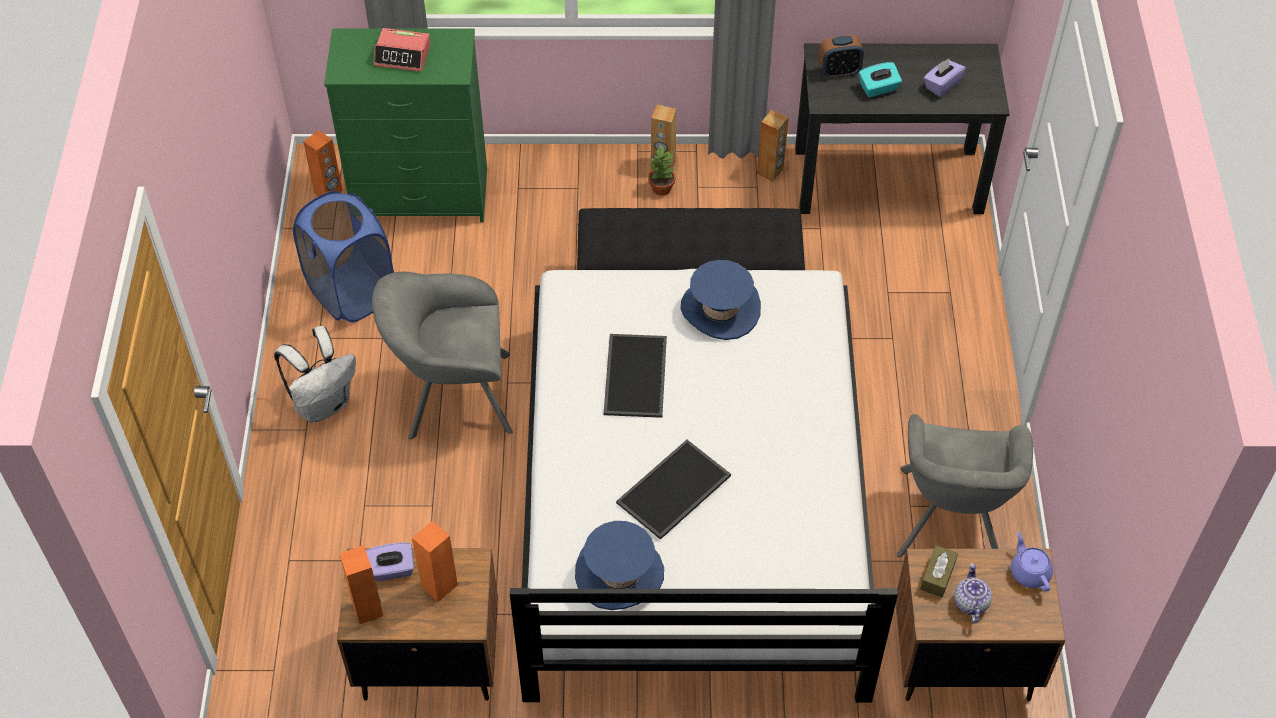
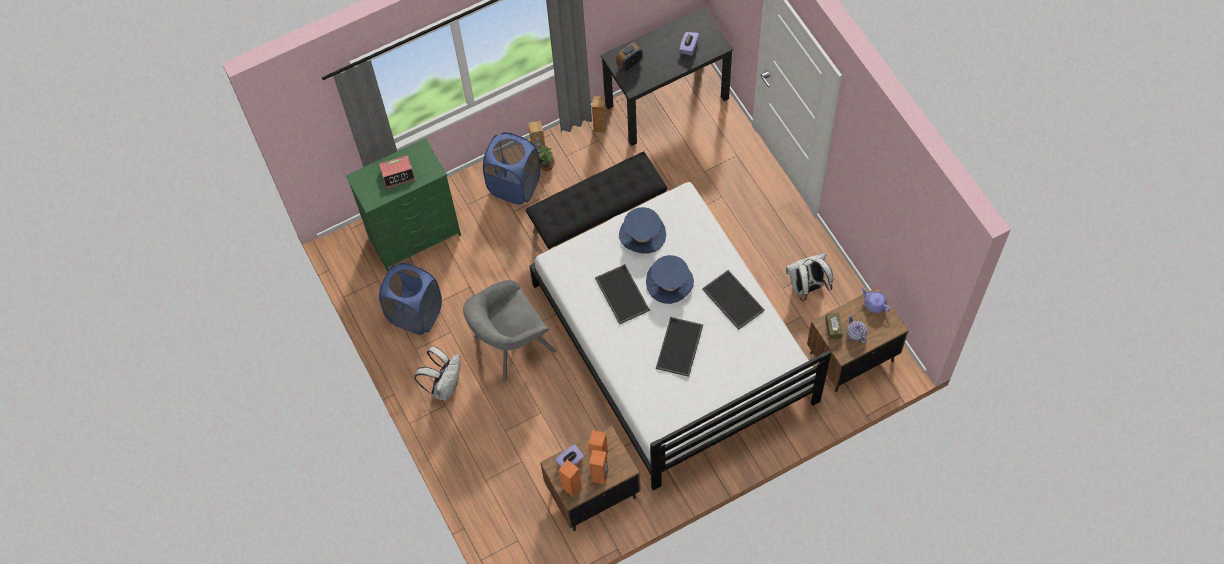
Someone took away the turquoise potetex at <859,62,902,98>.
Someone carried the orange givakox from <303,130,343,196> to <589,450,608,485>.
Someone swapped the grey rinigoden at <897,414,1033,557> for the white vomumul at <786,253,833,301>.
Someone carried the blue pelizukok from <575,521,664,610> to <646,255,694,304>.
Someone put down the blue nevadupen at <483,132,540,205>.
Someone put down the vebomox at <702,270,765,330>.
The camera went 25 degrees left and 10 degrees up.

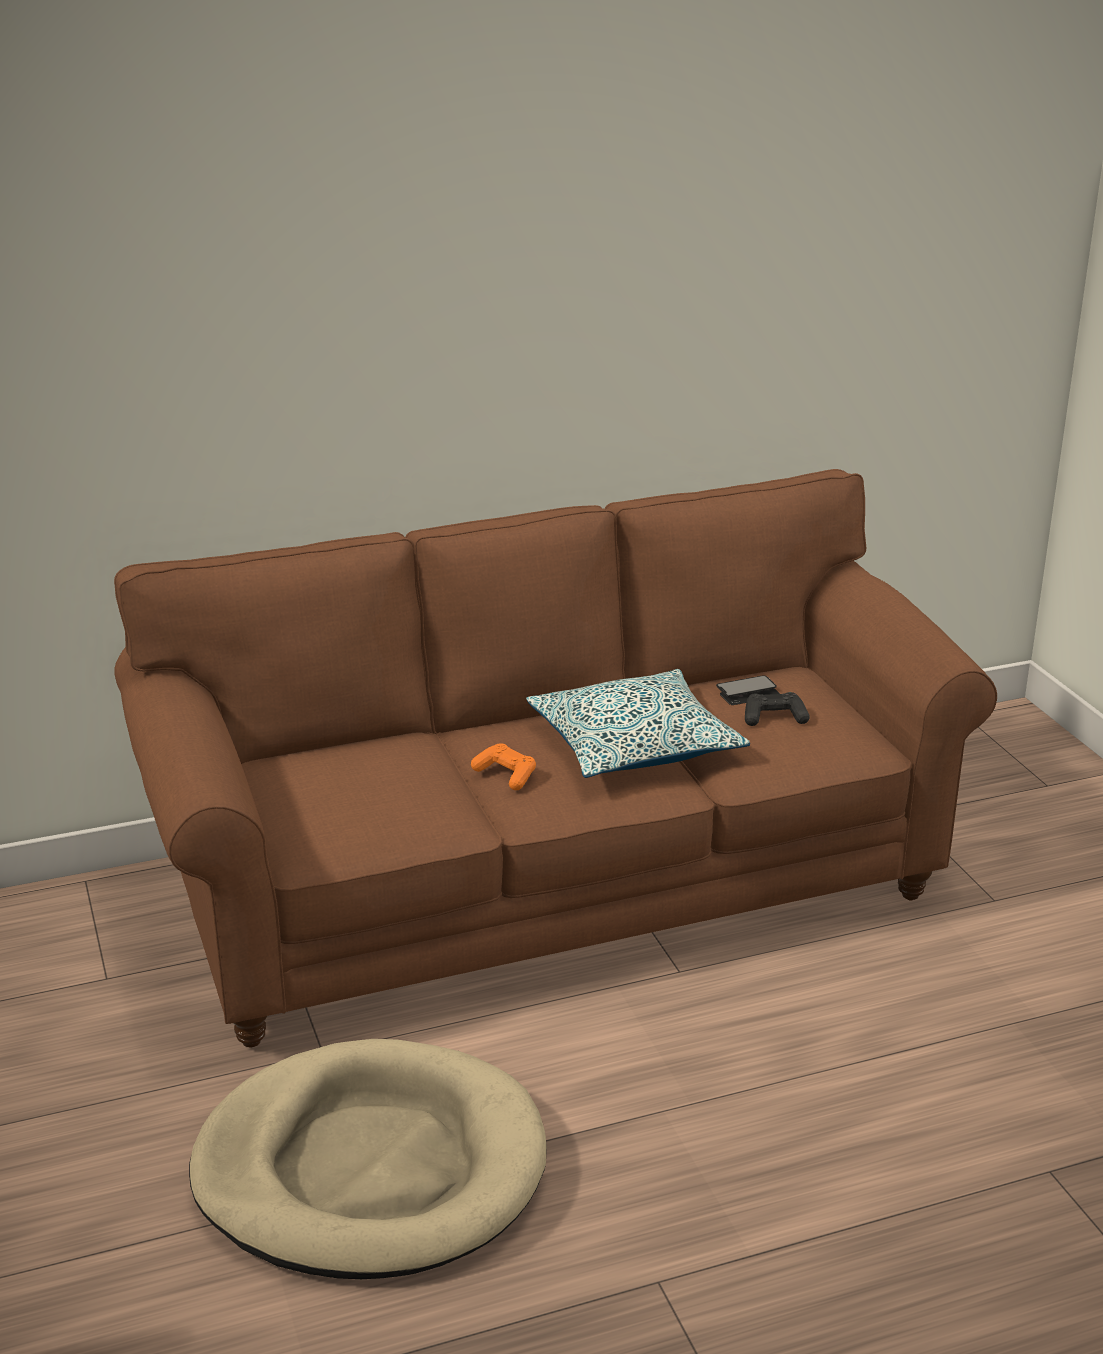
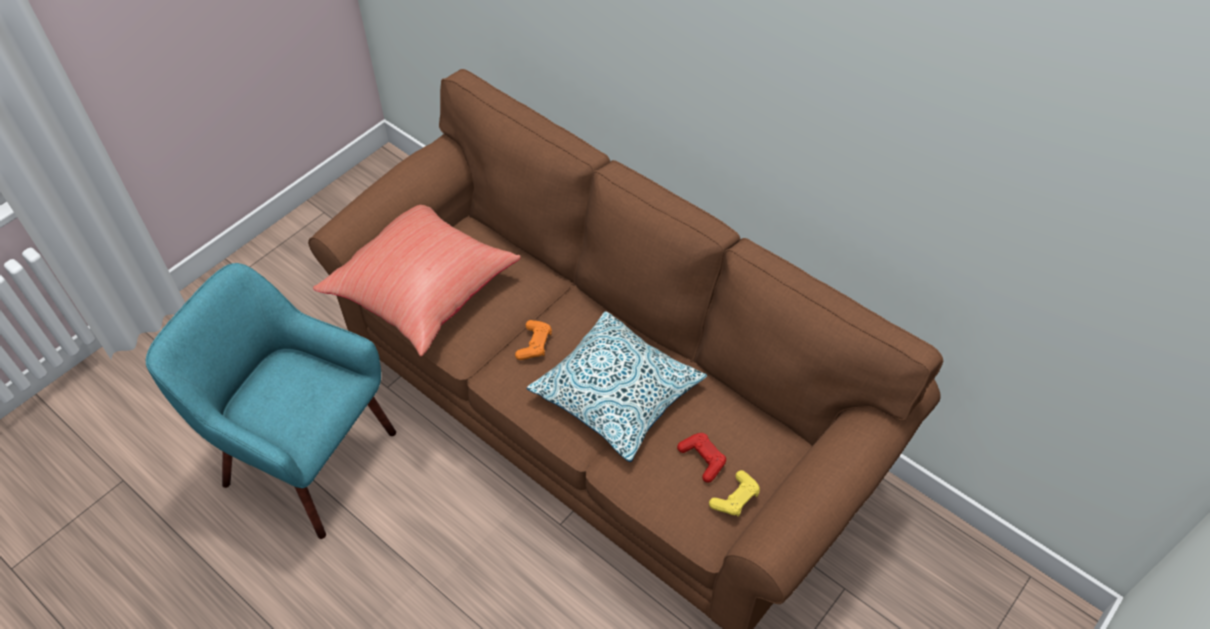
Someone took away the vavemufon at <716,675,780,705>.
Someone repainted the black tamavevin at <745,692,810,726>, which became the red tamavevin at <677,433,726,483>.
Someone swapped the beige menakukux at <189,1039,547,1279> for the turquoise rinigoden at <146,263,396,539>.
Someone put down the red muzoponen at <313,205,521,356>.
Someone put down the yellow tamavevin at <709,470,760,517>.
The camera went 60 degrees right and 25 degrees up.

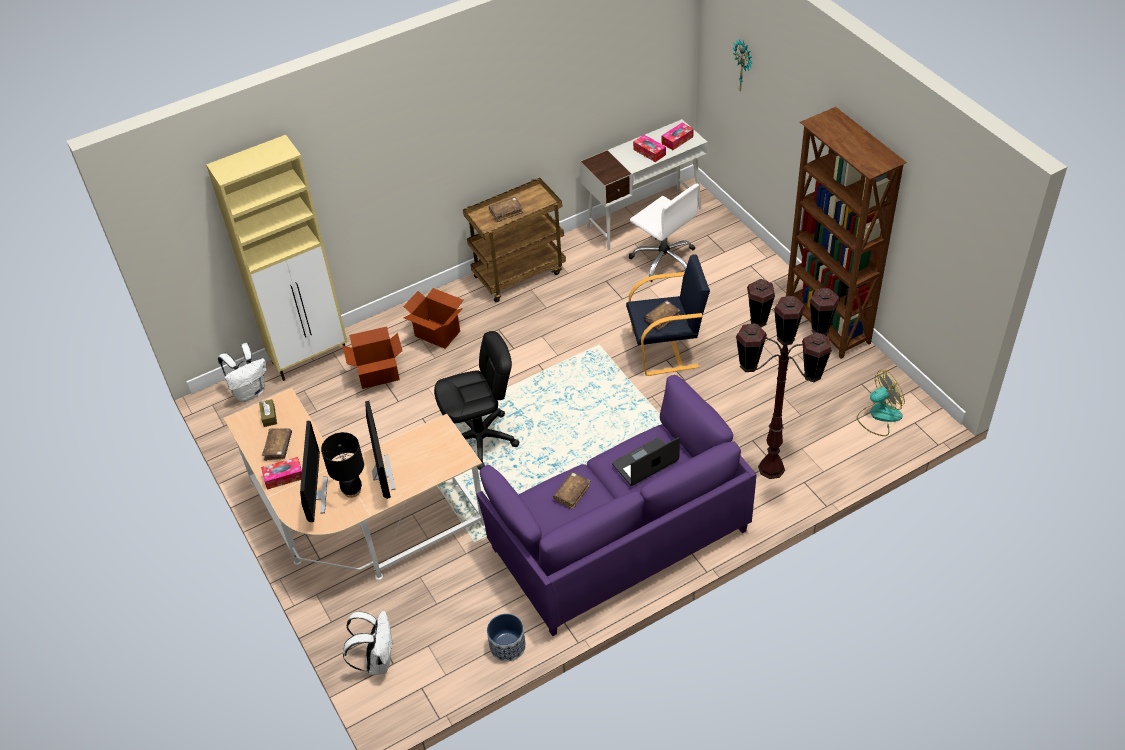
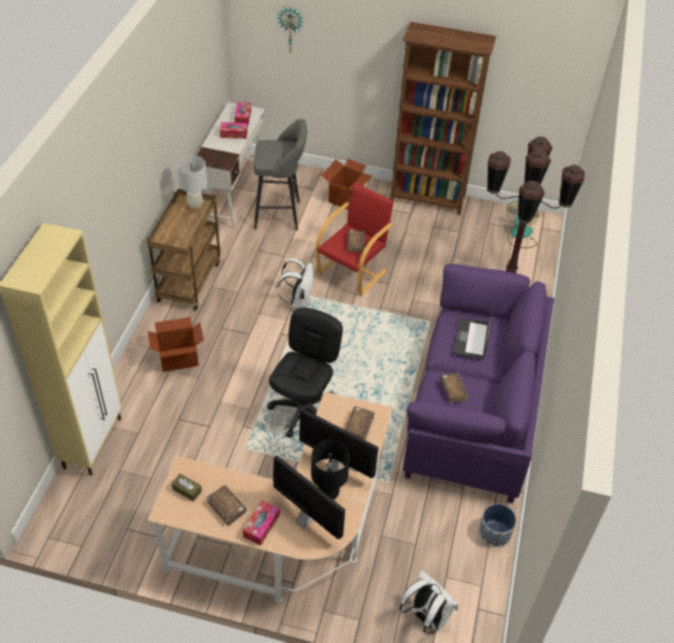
Someone swapped the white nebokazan at <629,183,699,282> for the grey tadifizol at <254,119,307,231>.
Someone carried the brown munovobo from <489,197,523,222> to <345,407,375,440>.
Someone repainted the black rinigoden at <626,255,710,376>, which became the red rinigoden at <316,183,394,296>.
Someone carried the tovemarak from <343,326,402,389> to <321,159,372,209>.
Someone carried the white vomumul from <218,343,266,402> to <277,258,313,309>.
Someone put down the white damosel at <177,155,207,210>.
The camera went 50 degrees left and 0 degrees up.

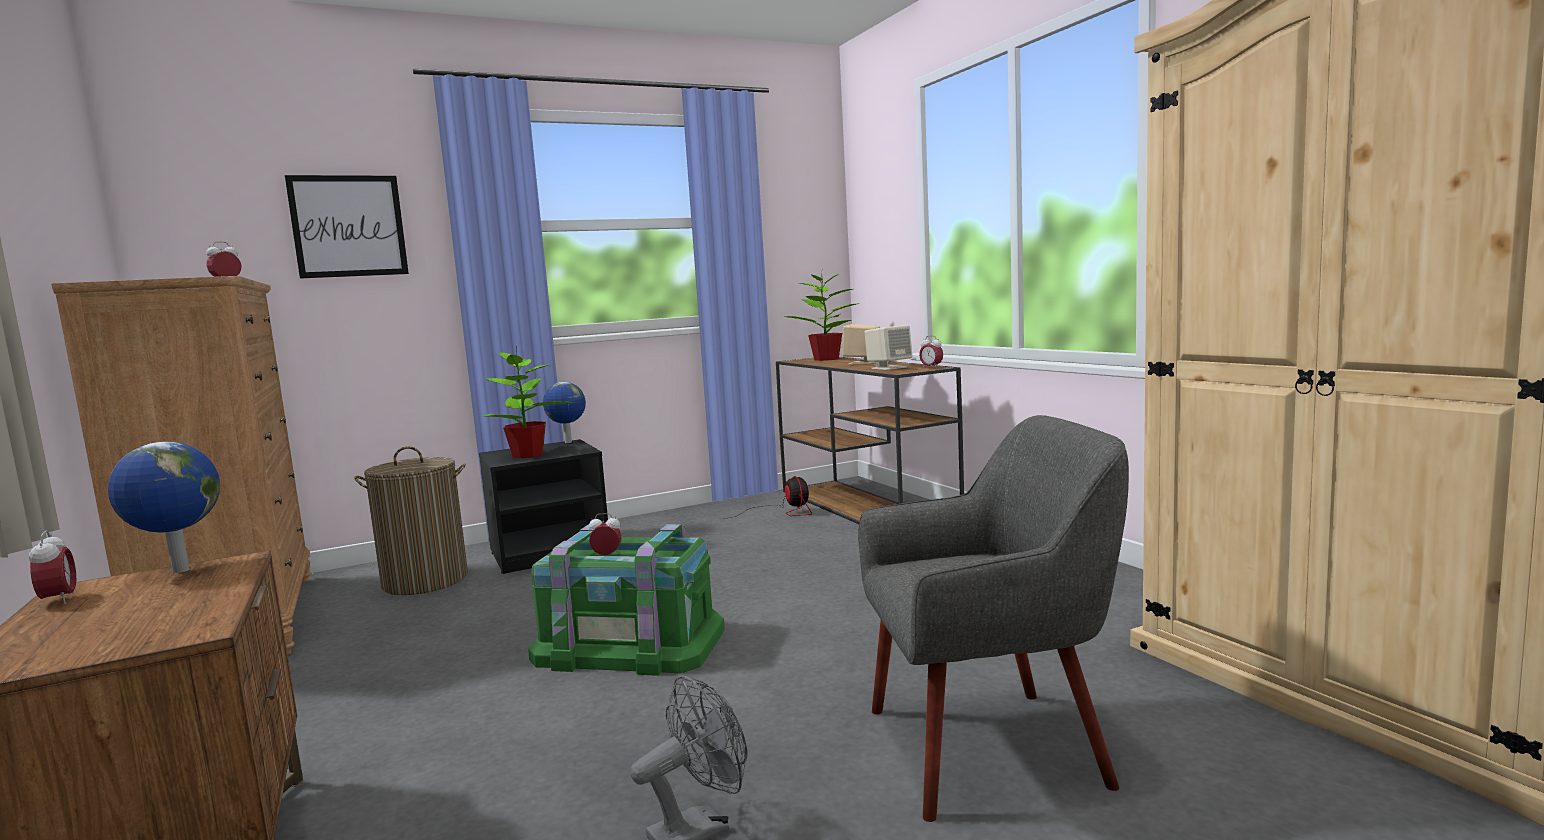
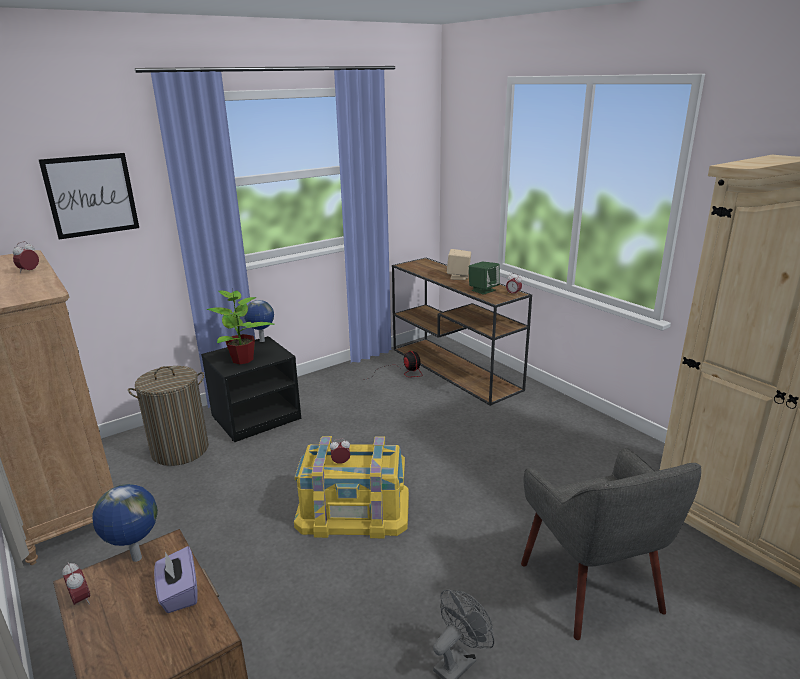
Someone took away the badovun at <784,272,856,361>.
Someone repainted the beige givakox at <864,325,912,370>, which became the green givakox at <469,261,500,295>.
Someone rotated the grey rinigoden at <858,415,1129,822> by 90 degrees clockwise.
Someone repainted the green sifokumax at <528,524,725,676>, which became the yellow sifokumax at <294,436,409,538>.
Someone put down the purple potetex at <154,546,198,613>.
The camera went 10 degrees left and 15 degrees up.

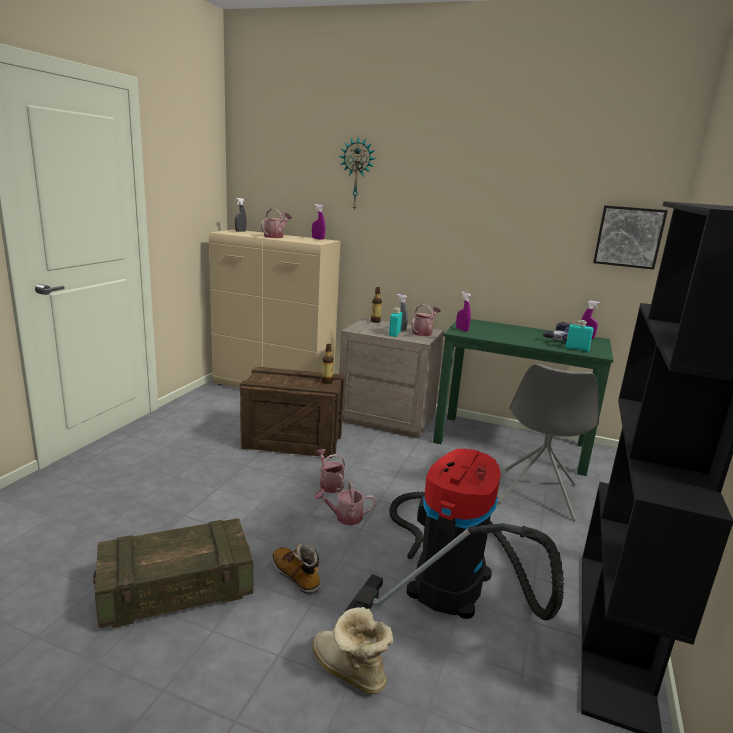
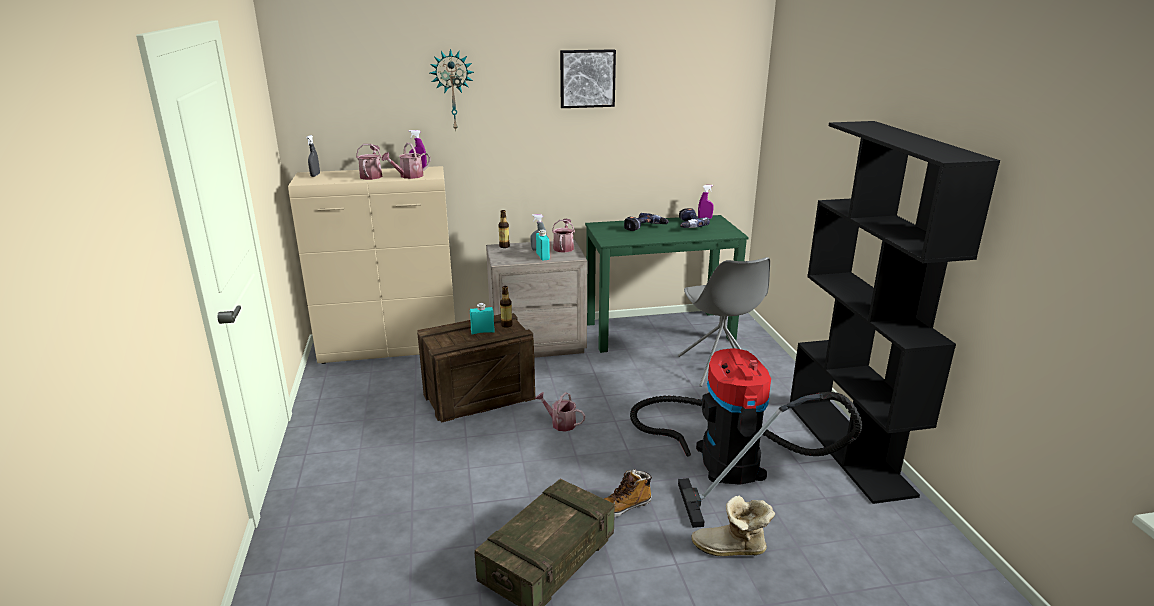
Someone carried the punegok from <593,205,668,270> to <560,49,616,108>.
Someone took away the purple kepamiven at <456,292,471,332>.
Someone carried the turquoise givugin from <566,320,593,352> to <470,303,495,334>.
Someone carried the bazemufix from <314,481,377,525> to <381,143,431,179>.
Someone rotated the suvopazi at <272,543,320,595> by 45 degrees counterclockwise.
Someone put down the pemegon at <624,213,669,231>.
The camera went 30 degrees left and 5 degrees up.

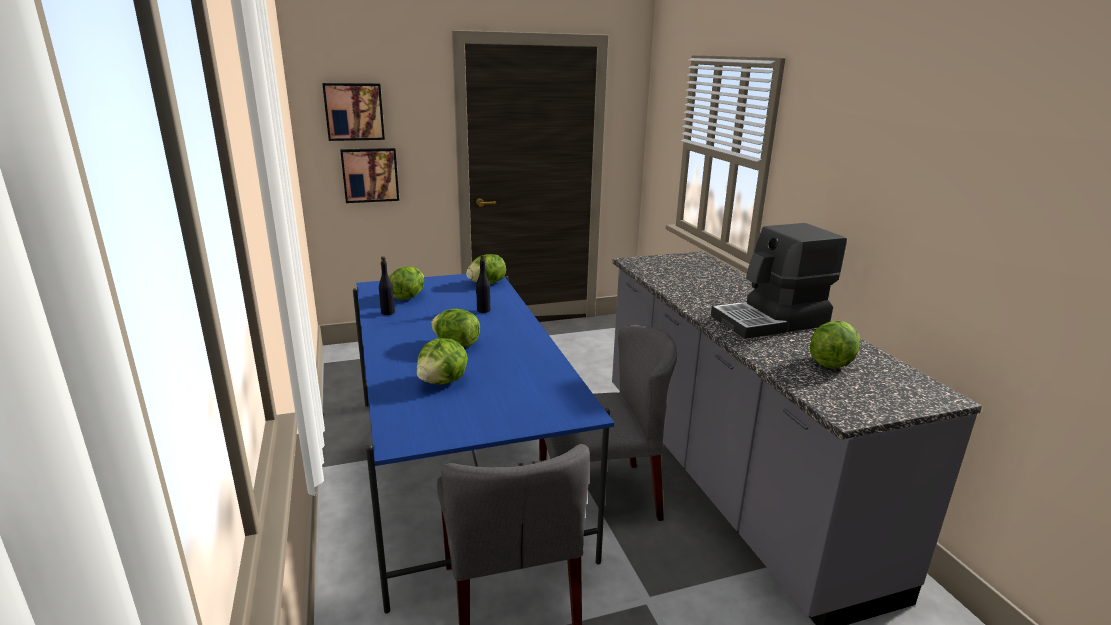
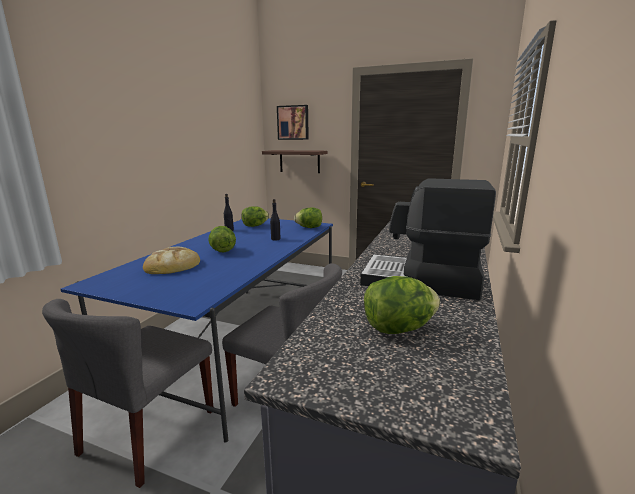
Someone swapped the punegok at <340,148,399,203> for the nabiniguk at <262,150,327,173>.
Someone swapped the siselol at <416,338,468,385> for the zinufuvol at <143,246,200,274>.
The camera went 40 degrees right and 5 degrees down.

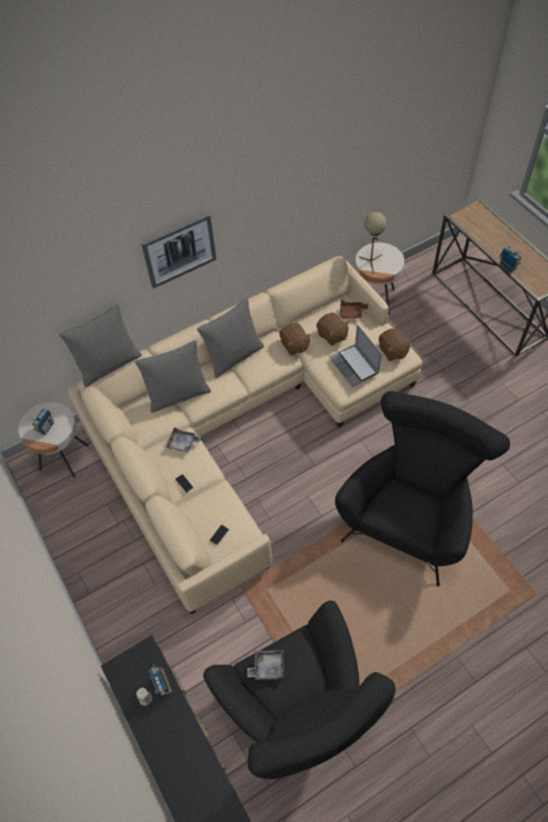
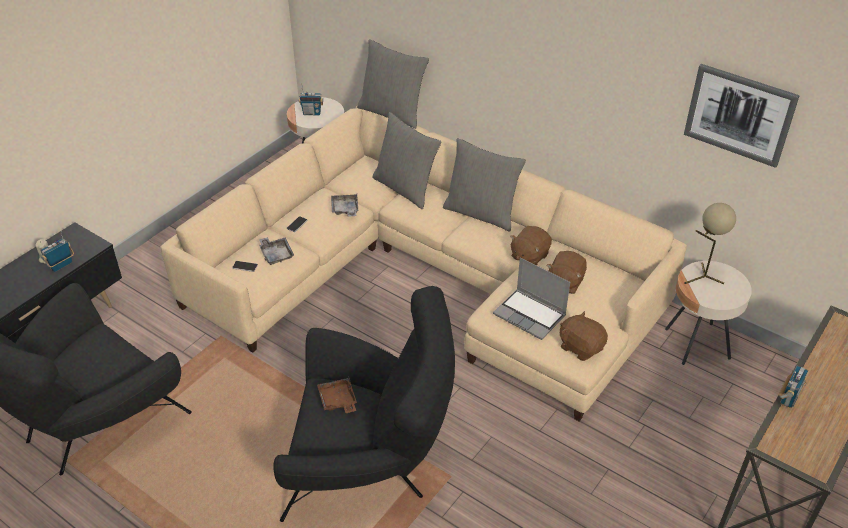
Someone carried the punegok from <141,213,217,289> to <684,64,800,168>.
Someone carried the brown vebomox from <340,300,368,318> to <317,376,357,413>.
Someone rotated the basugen at <329,324,382,387> by 90 degrees counterclockwise.
Someone rotated the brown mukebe at <379,329,412,361> by 90 degrees clockwise.
Someone carried the grey vebomox from <247,650,285,680> to <259,237,294,265>.
The camera went 65 degrees right and 15 degrees down.

